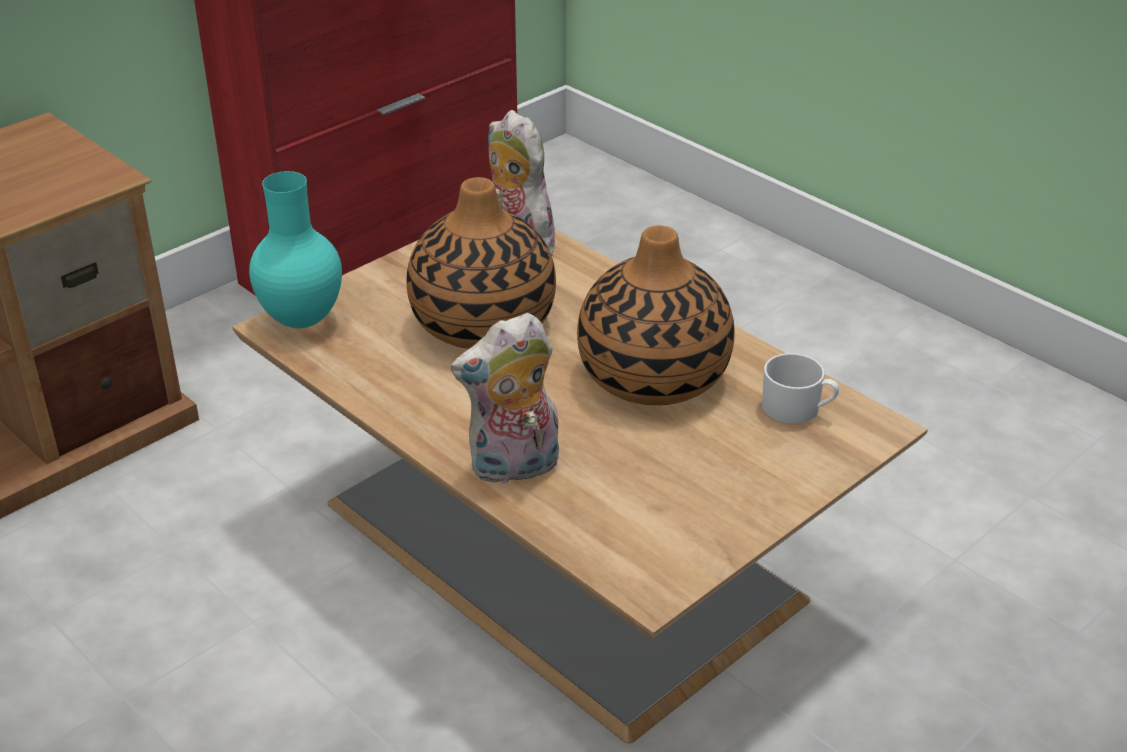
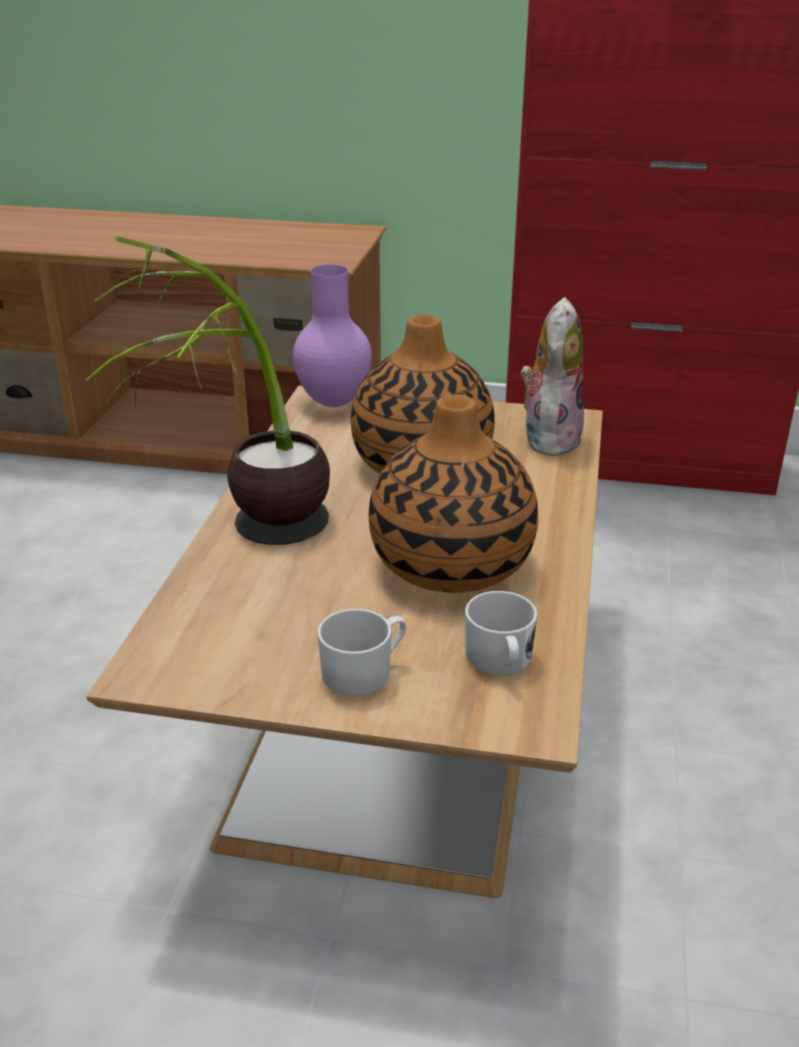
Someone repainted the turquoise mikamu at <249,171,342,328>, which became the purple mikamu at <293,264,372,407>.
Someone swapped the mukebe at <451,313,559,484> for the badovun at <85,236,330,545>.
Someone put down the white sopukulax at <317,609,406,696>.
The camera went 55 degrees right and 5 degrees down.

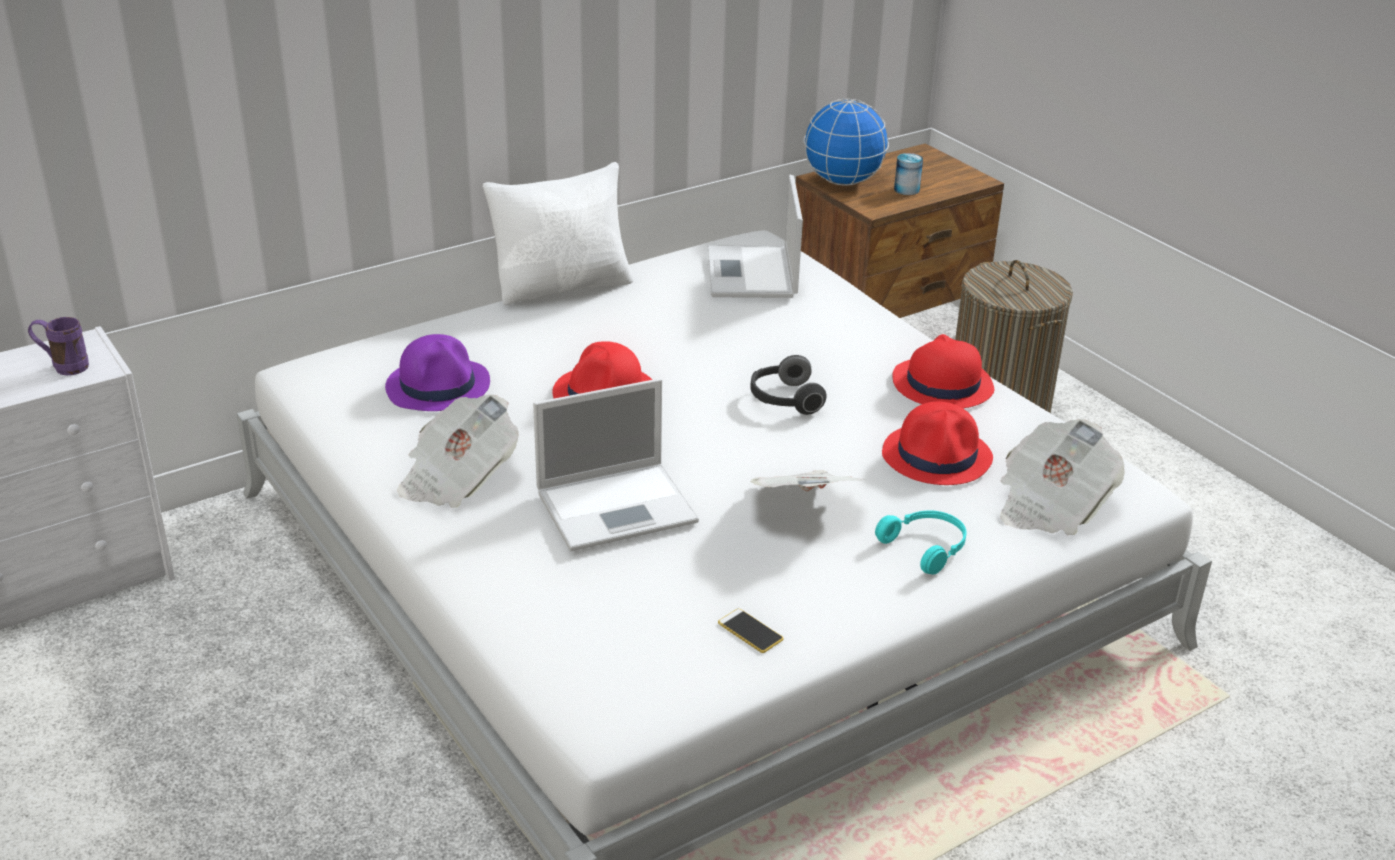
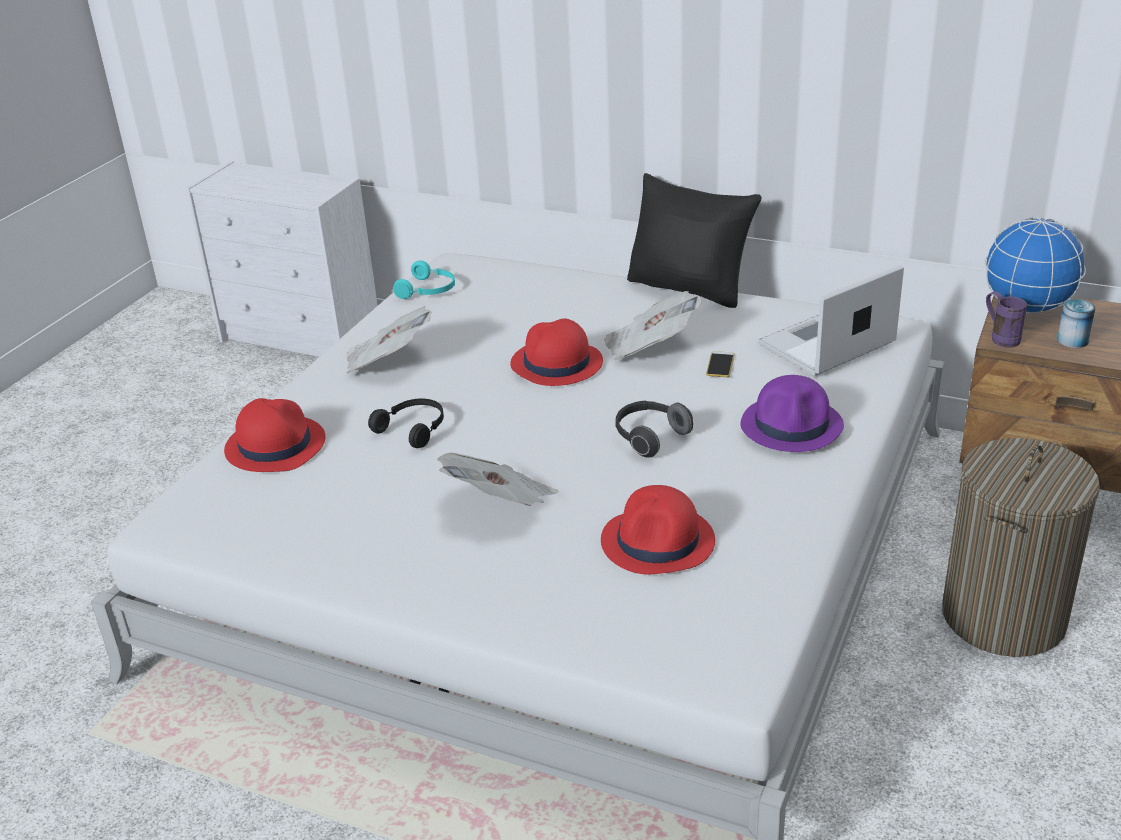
Someone repainted the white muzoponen at <483,162,633,305>, which became the black muzoponen at <627,173,762,308>.
Someone carried the purple sopukulax from <28,317,89,375> to <986,292,1027,348>.
Someone carried the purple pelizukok from <385,334,490,411> to <740,375,844,452>.
Someone carried the red pelizukok from <892,334,994,408> to <224,398,325,472>.
Someone swapped the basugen at <533,378,699,551> for the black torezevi at <368,399,444,448>.
Someone carried the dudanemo from <1000,419,1125,535> to <604,291,701,360>.
Someone carried the turquoise torezevi from <875,510,967,575> to <393,261,455,299>.
Someone carried the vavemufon from <718,609,783,653> to <706,351,735,377>.
The camera went 60 degrees right and 0 degrees up.

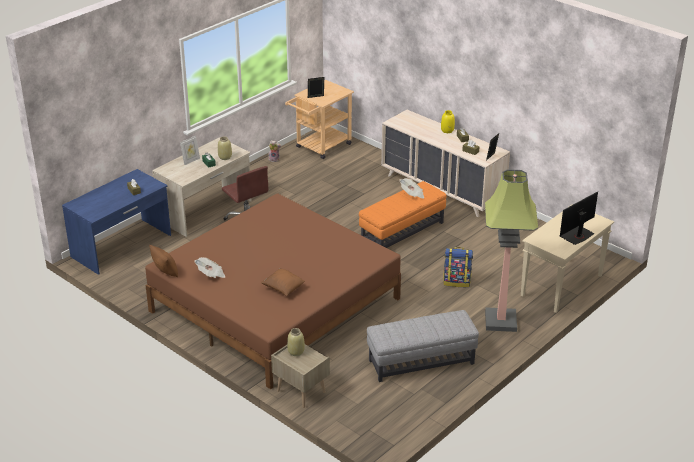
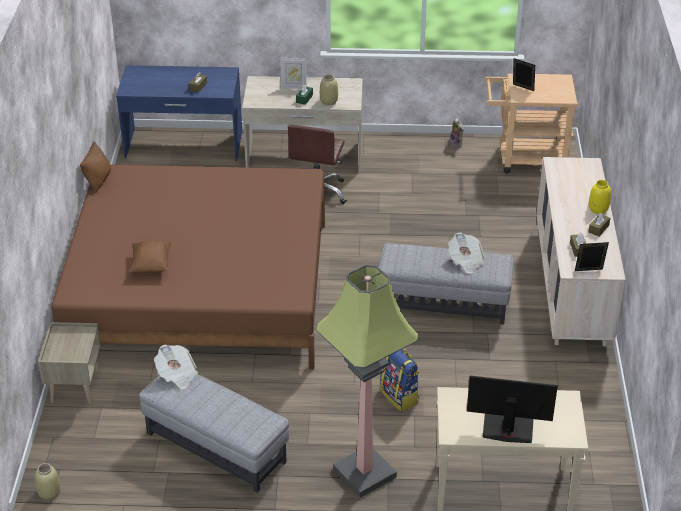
Someone repainted the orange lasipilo at <359,181,447,248>, which became the grey lasipilo at <379,243,514,324>.
Someone carried the dudanemo from <194,257,225,278> to <154,345,198,389>.
Someone carried the beige mikamu from <287,328,305,356> to <35,463,61,500>.
The camera went 50 degrees right and 5 degrees up.

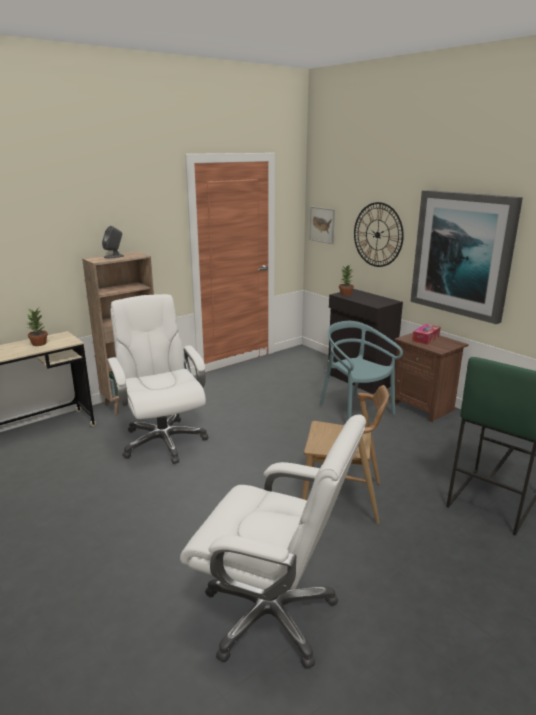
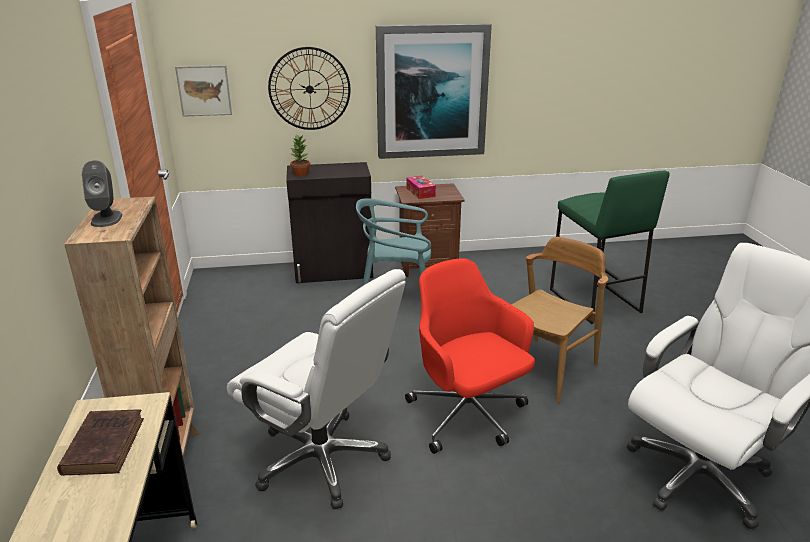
Someone rotated the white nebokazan at <107,294,208,464> by 150 degrees counterclockwise.
Someone swapped the badovun at <26,308,48,346> for the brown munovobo at <57,409,144,476>.
Someone put down the red nebokazan at <405,259,535,454>.
The camera went 60 degrees left and 5 degrees up.

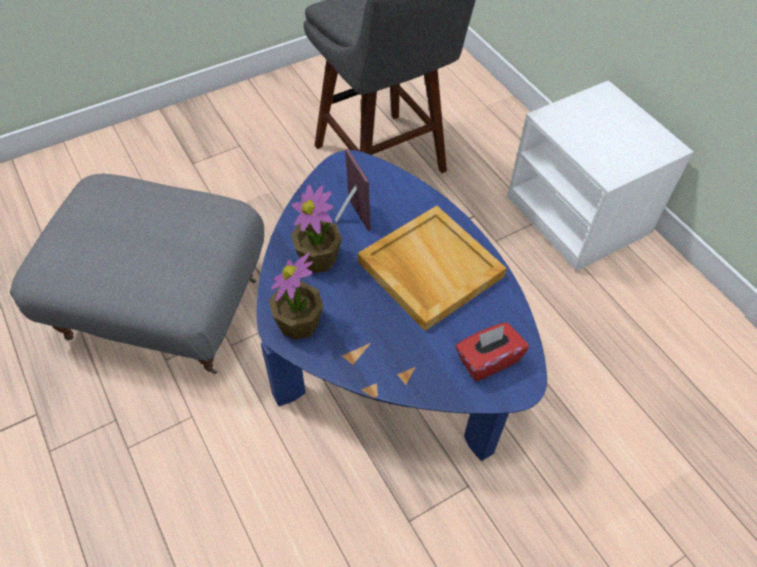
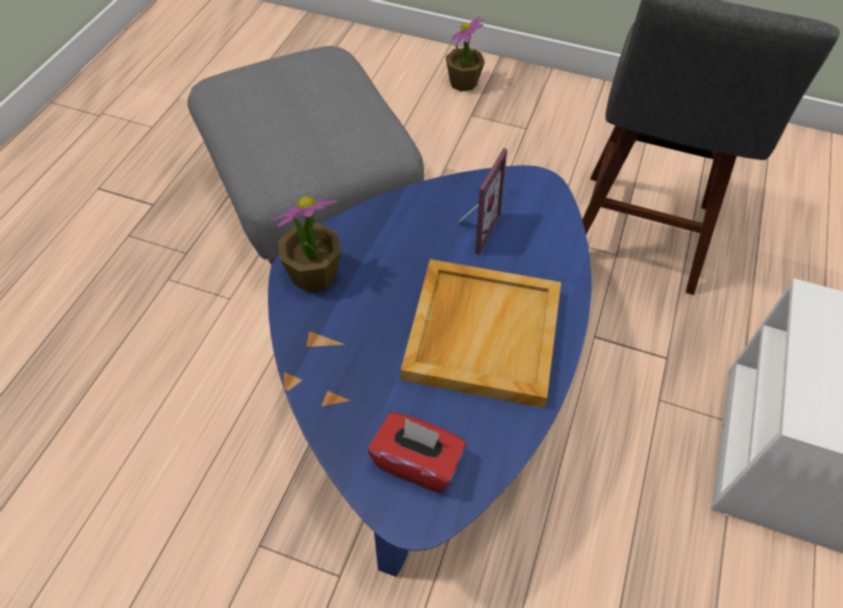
Someone carried the badovun from <291,185,342,273> to <446,16,485,92>.
The camera went 50 degrees right and 0 degrees up.

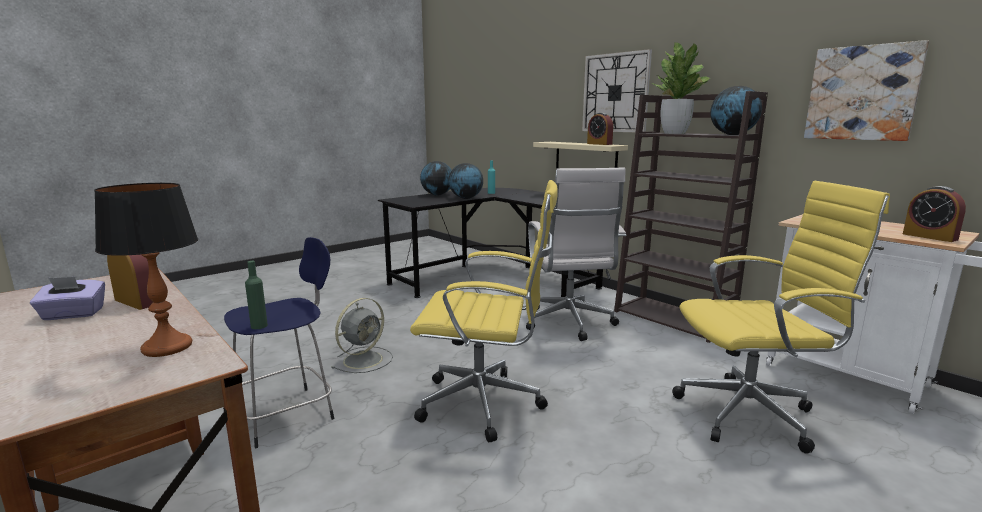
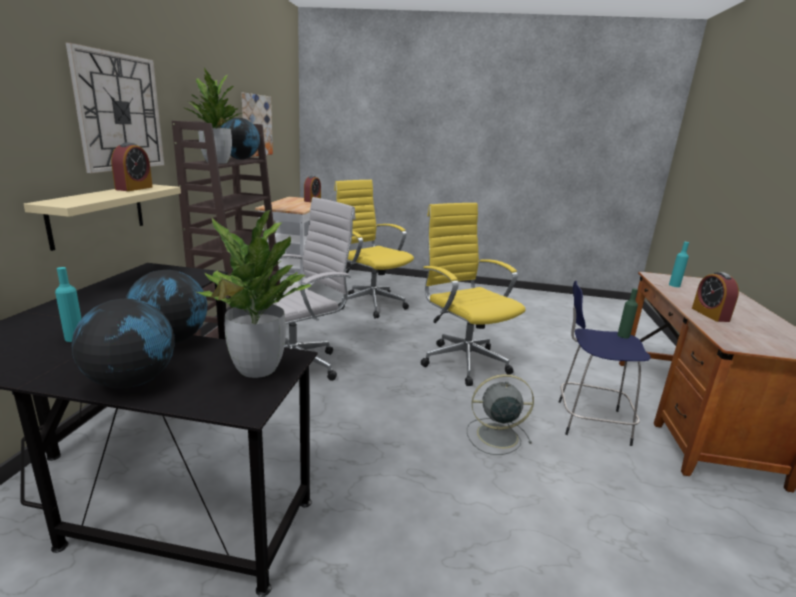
Someone swapped the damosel at <94,183,198,357> for the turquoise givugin at <669,242,689,287>.
Someone took away the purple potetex at <30,277,105,320>.
Someone put down the badovun at <194,210,311,378>.
The camera went 130 degrees left and 5 degrees up.

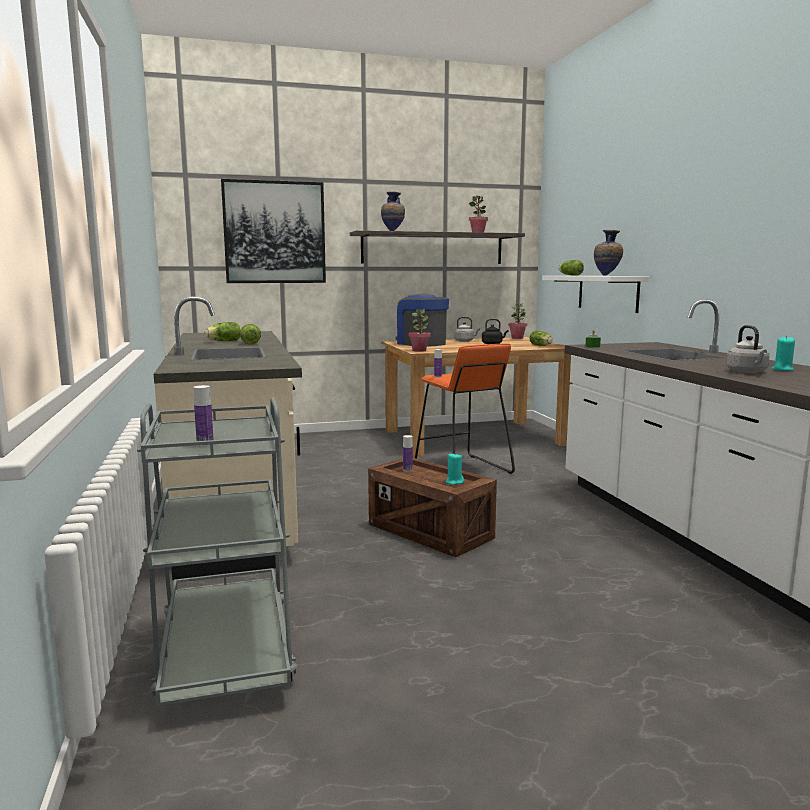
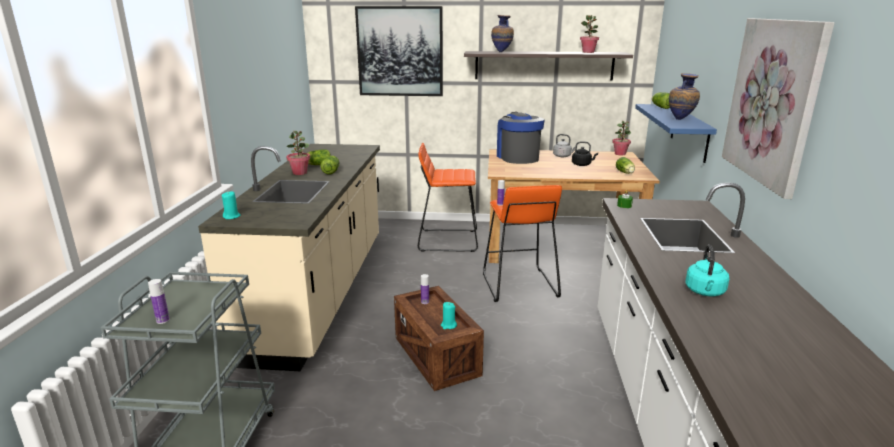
Someone repainted the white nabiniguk at <542,276,649,313>, which became the blue nabiniguk at <635,104,717,163>.
Someone carried the badovun from <408,309,431,352> to <286,131,310,175>.
Someone repainted the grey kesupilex at <726,325,770,373>, which became the turquoise kesupilex at <685,245,729,297>.
Someone carried the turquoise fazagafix from <772,336,795,371> to <222,191,241,219>.
Someone put up the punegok at <722,18,835,199>.
Someone put down the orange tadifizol at <418,143,478,252>.
The camera went 20 degrees right and 10 degrees up.

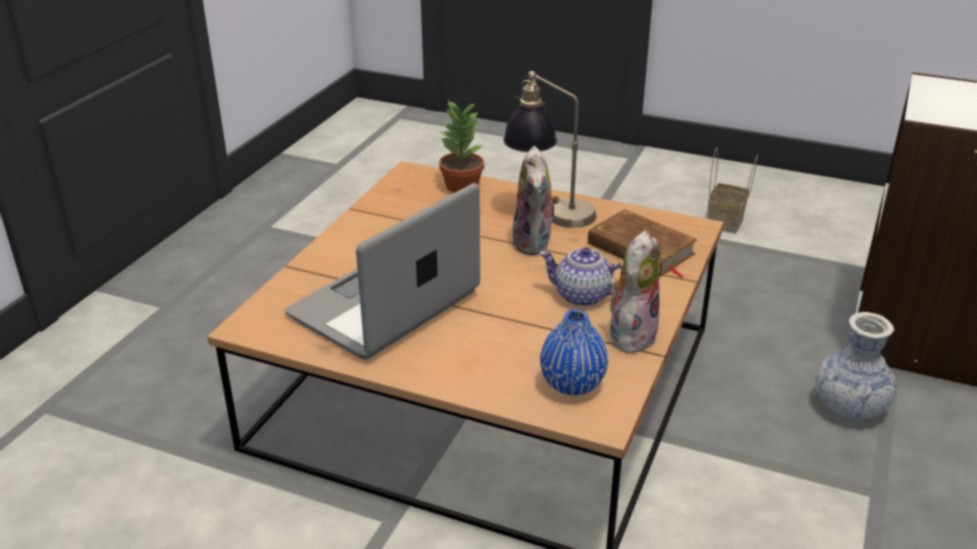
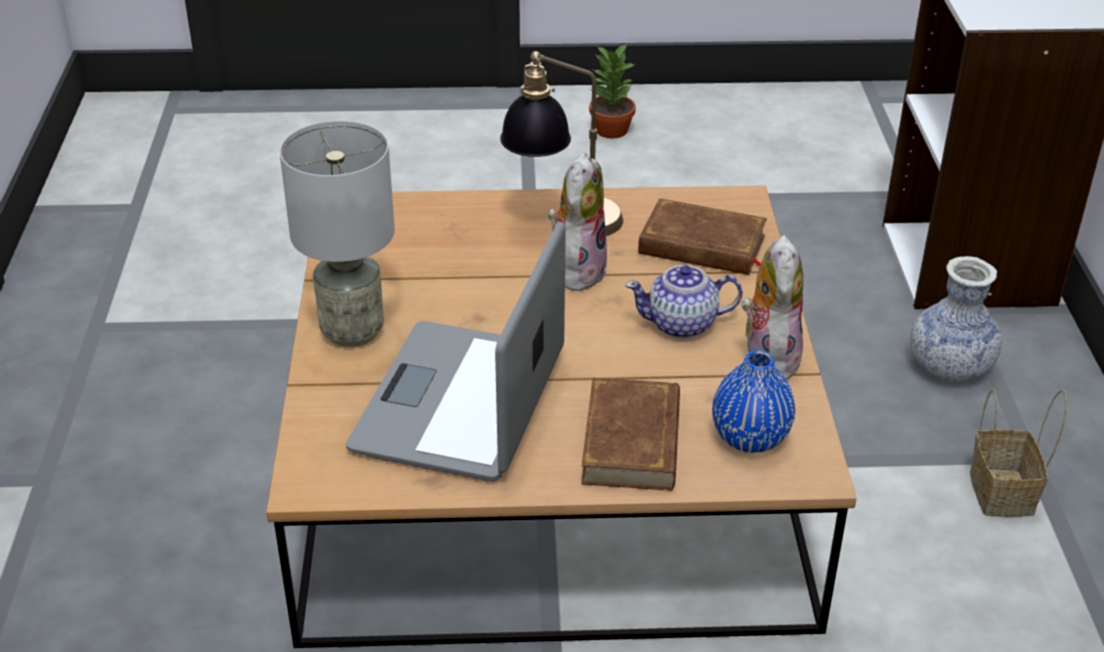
Someone carried the badovun from <439,100,484,193> to <589,44,636,139>.
Someone rotated the mukebe at <512,146,560,255> by 135 degrees counterclockwise.
Someone carried the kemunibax from <707,148,758,233> to <970,389,1067,517>.
Someone put down the grey damosel at <280,121,395,347>.
Someone put down the brown munovobo at <581,378,680,491>.
The camera went 25 degrees left and 5 degrees up.

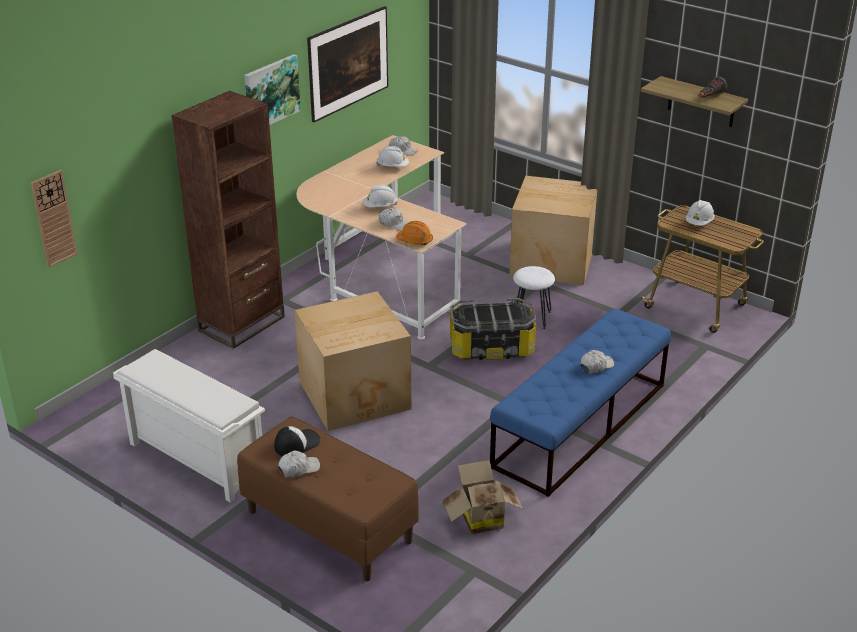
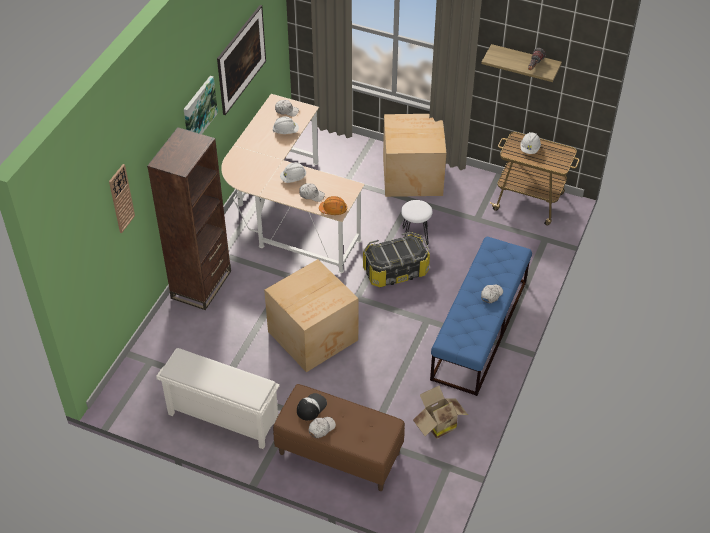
Someone carried the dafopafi from <31,170,77,268> to <109,164,135,233>.
The camera went 15 degrees left and 15 degrees up.

